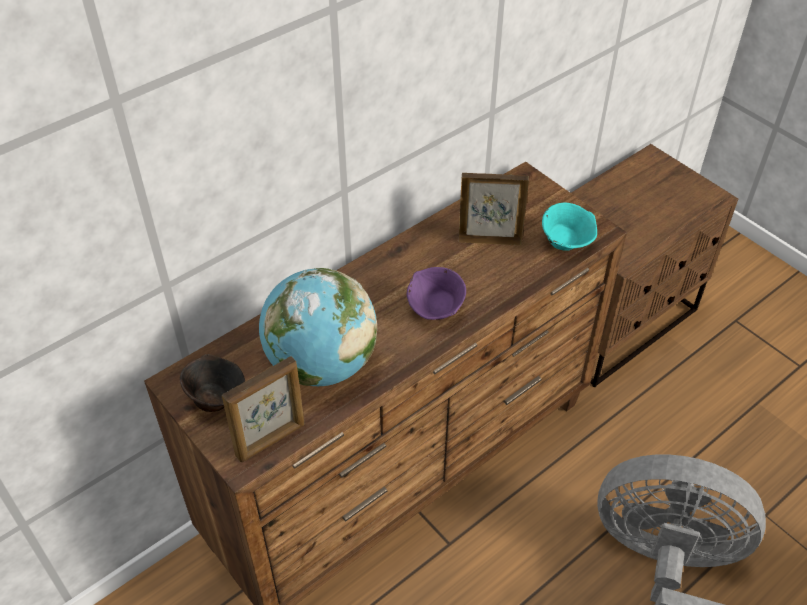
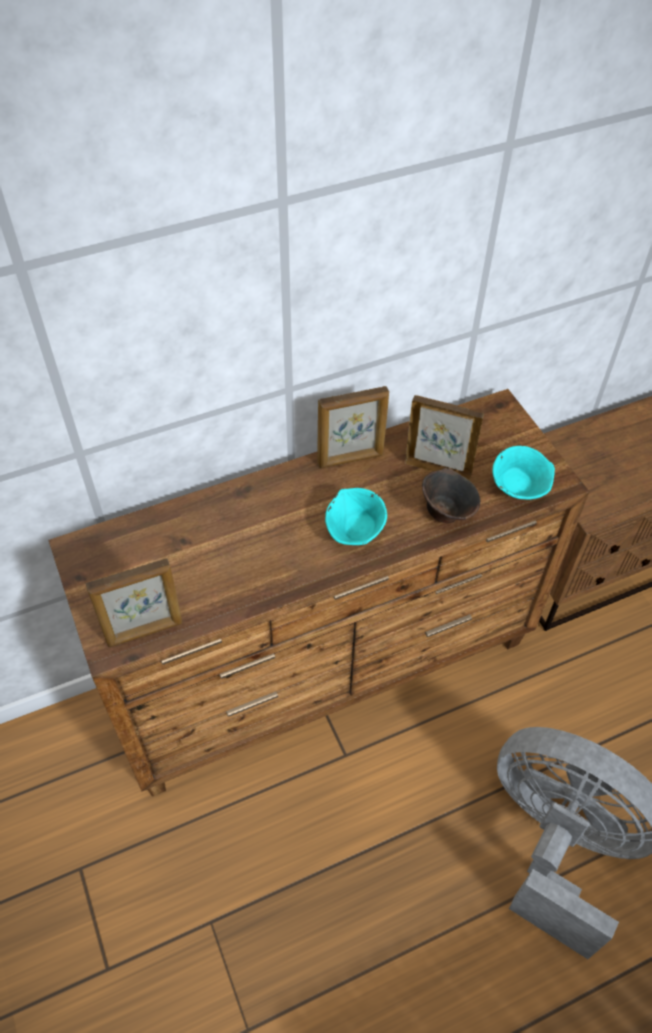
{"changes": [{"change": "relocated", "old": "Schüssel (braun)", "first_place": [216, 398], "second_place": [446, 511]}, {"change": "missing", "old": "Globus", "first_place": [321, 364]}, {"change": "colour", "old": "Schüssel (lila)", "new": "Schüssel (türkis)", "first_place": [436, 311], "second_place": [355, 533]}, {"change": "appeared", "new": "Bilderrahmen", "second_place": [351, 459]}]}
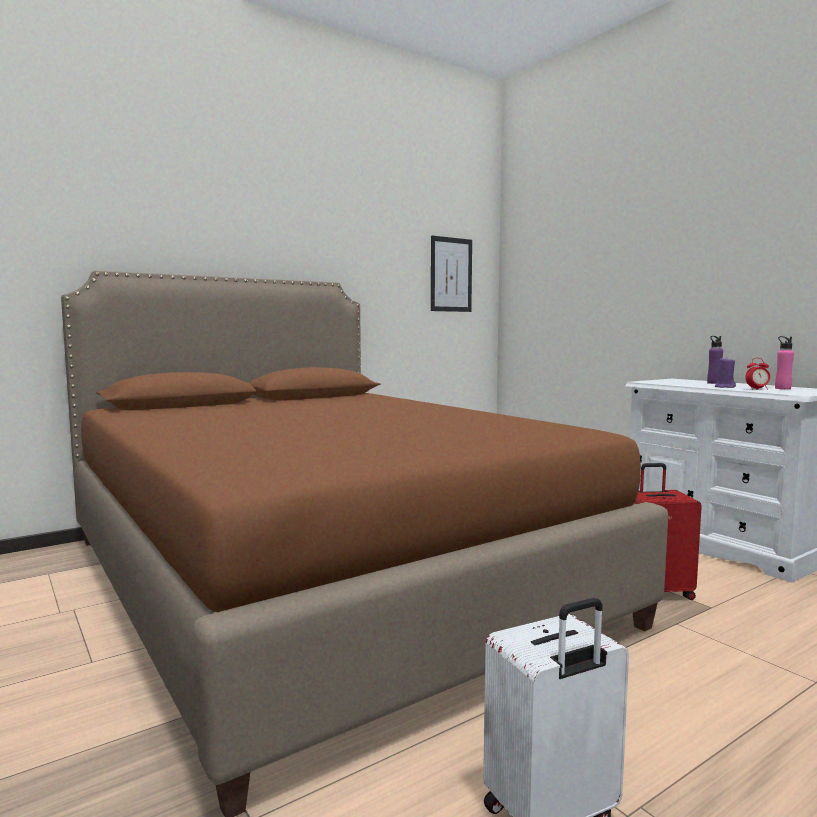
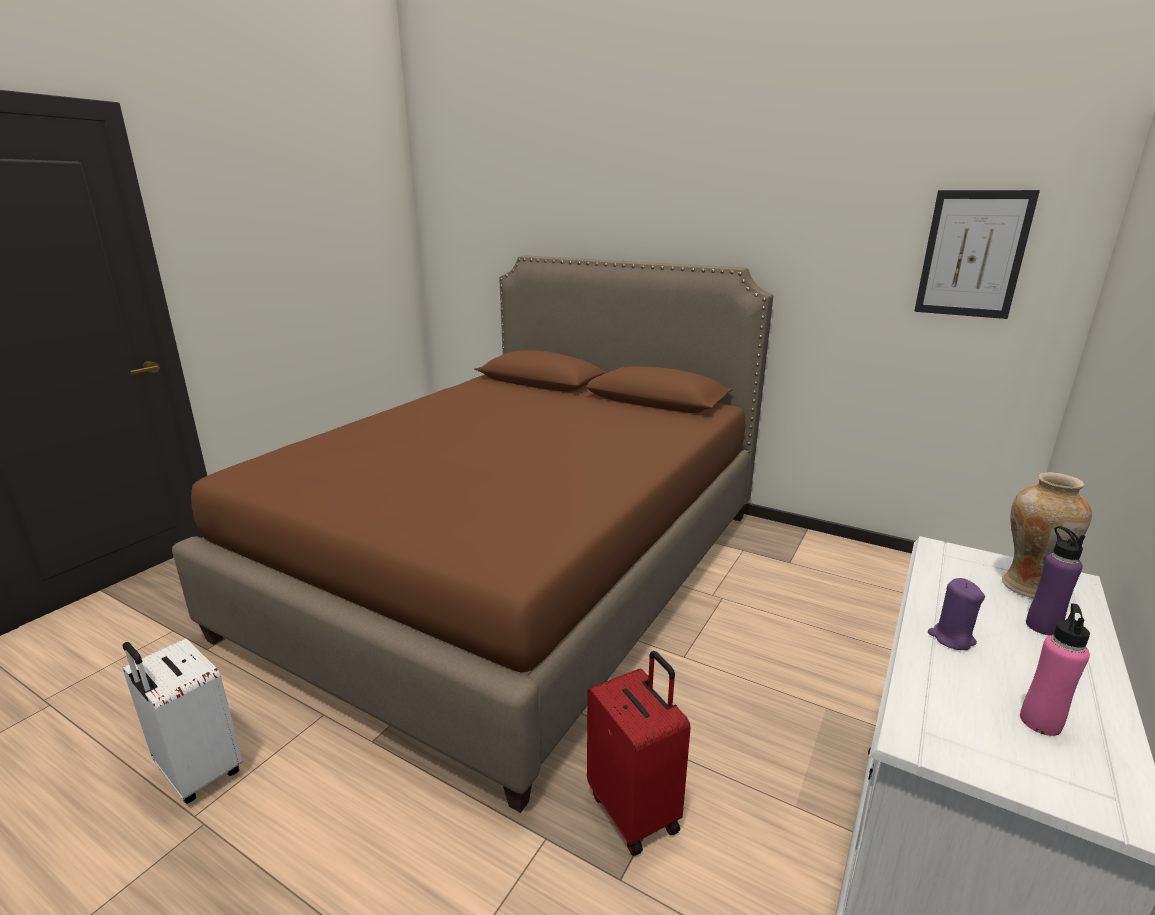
{"changes": [{"change": "missing", "old": "Wecker", "first_place": [757, 389]}, {"change": "appeared", "new": "Vase", "second_place": [1028, 586]}]}
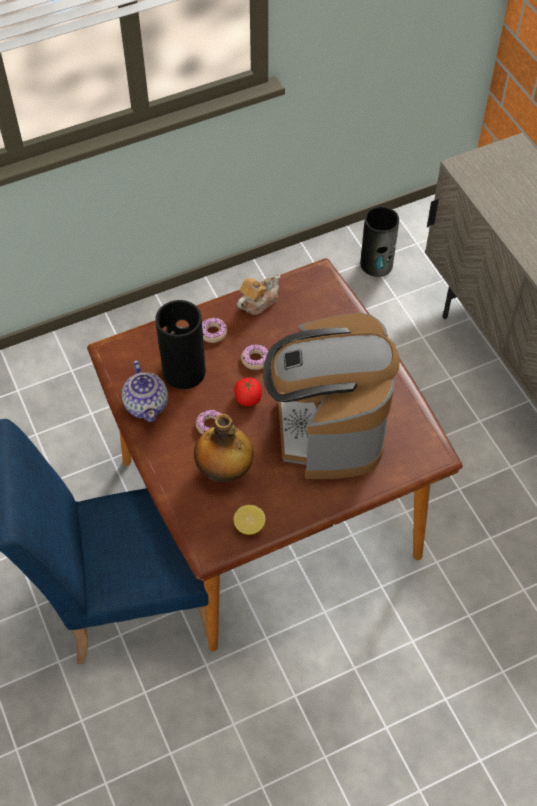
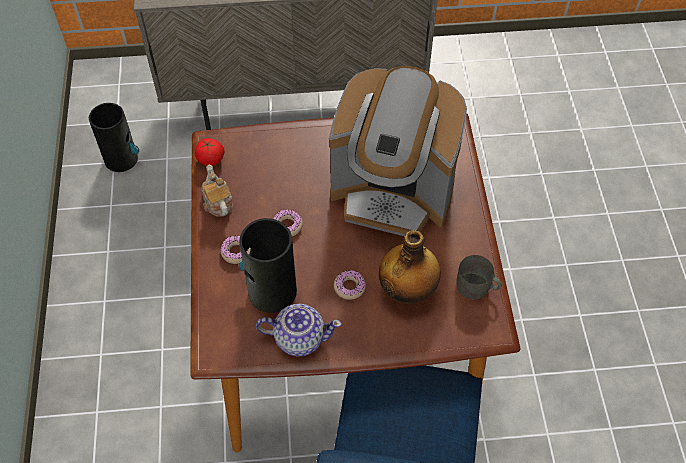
{"changes": [{"change": "relocated", "old": "Tomate", "first_place": [248, 398], "second_place": [210, 159]}, {"change": "exchanged", "old": "Zitrone", "new": "Henkelbecher (grau)", "first_place": [249, 526], "second_place": [477, 288]}]}
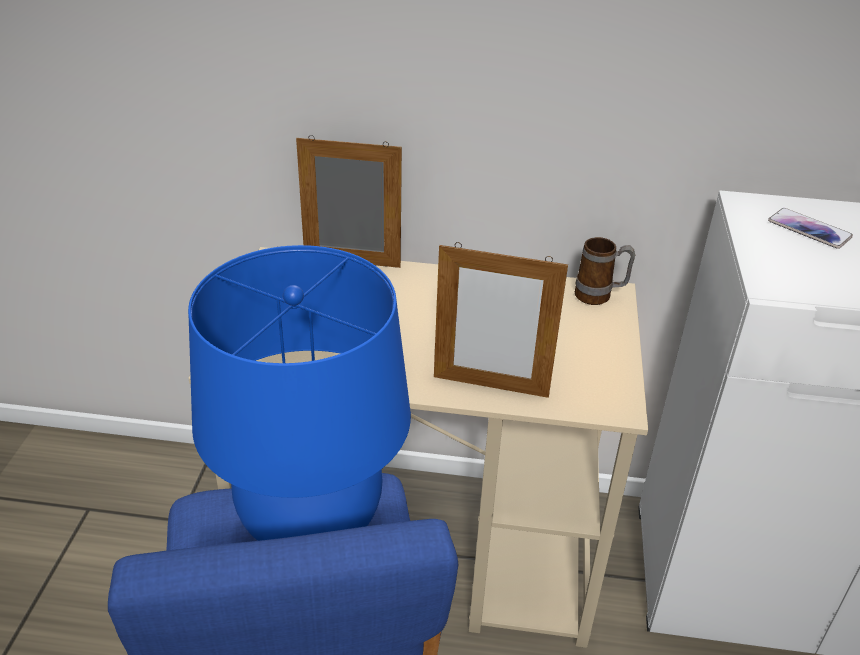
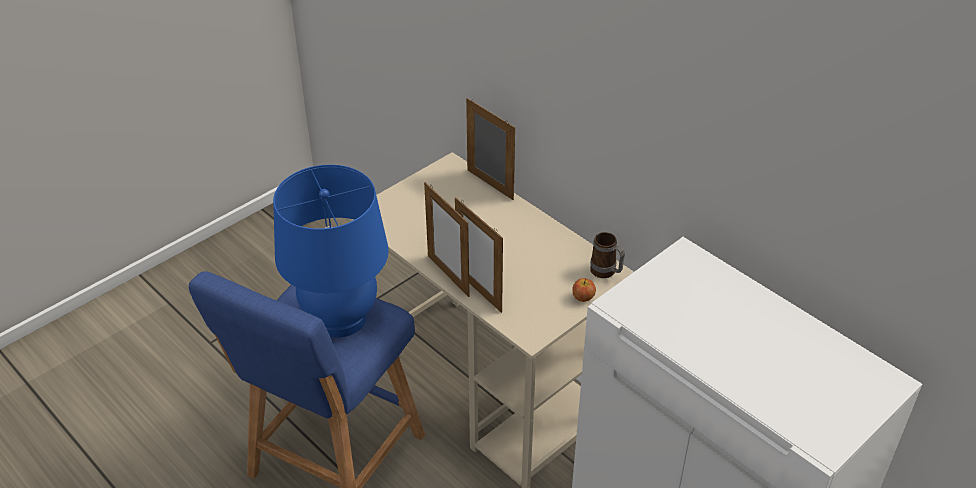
{"changes": [{"change": "missing", "old": "Handy", "first_place": [809, 229]}, {"change": "appeared", "new": "Bilderrahmen", "second_place": [448, 275]}, {"change": "appeared", "new": "Apfel", "second_place": [583, 297]}]}
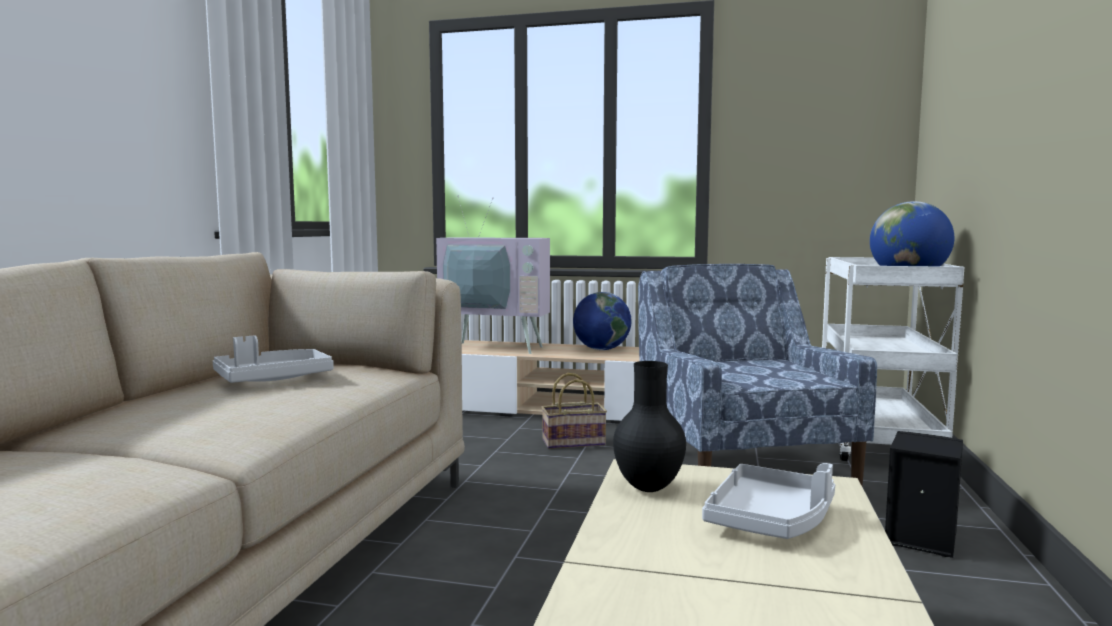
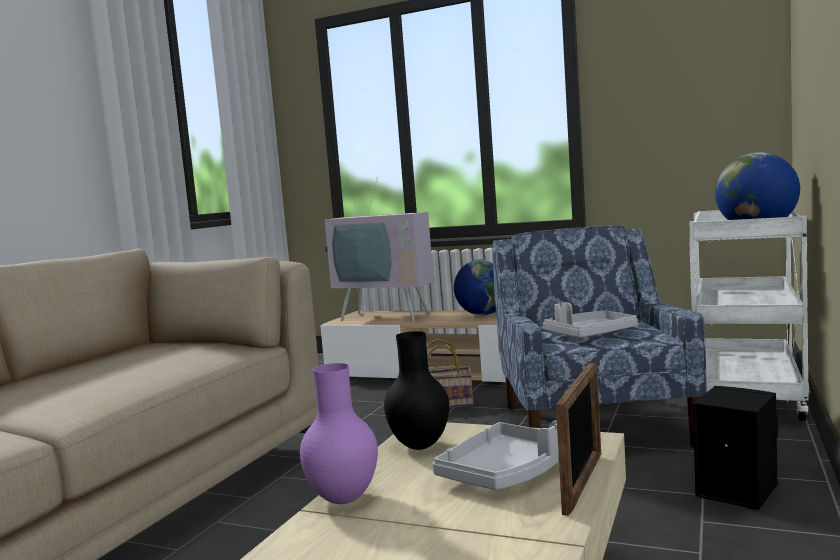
{"changes": [{"change": "relocated", "old": "Tablett (grau)", "first_place": [272, 379], "second_place": [589, 335]}, {"change": "appeared", "new": "Vase (lila)", "second_place": [344, 499]}, {"change": "appeared", "new": "Bilderrahmen", "second_place": [583, 482]}]}
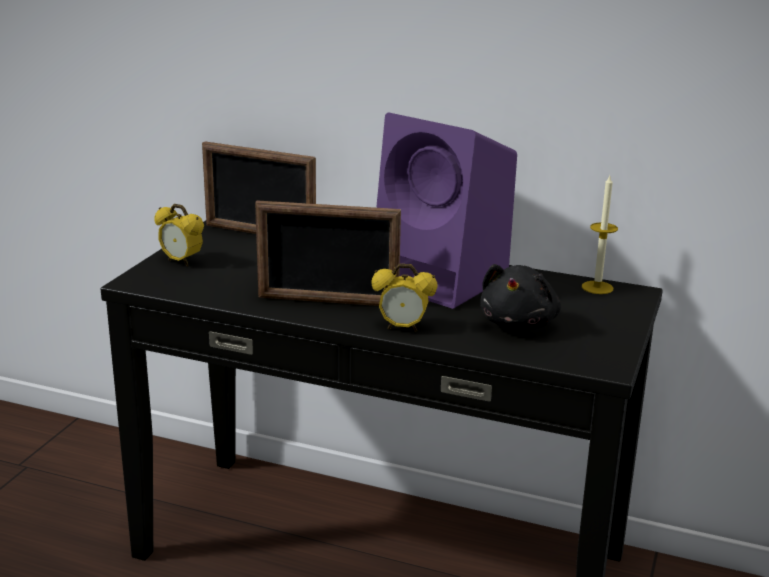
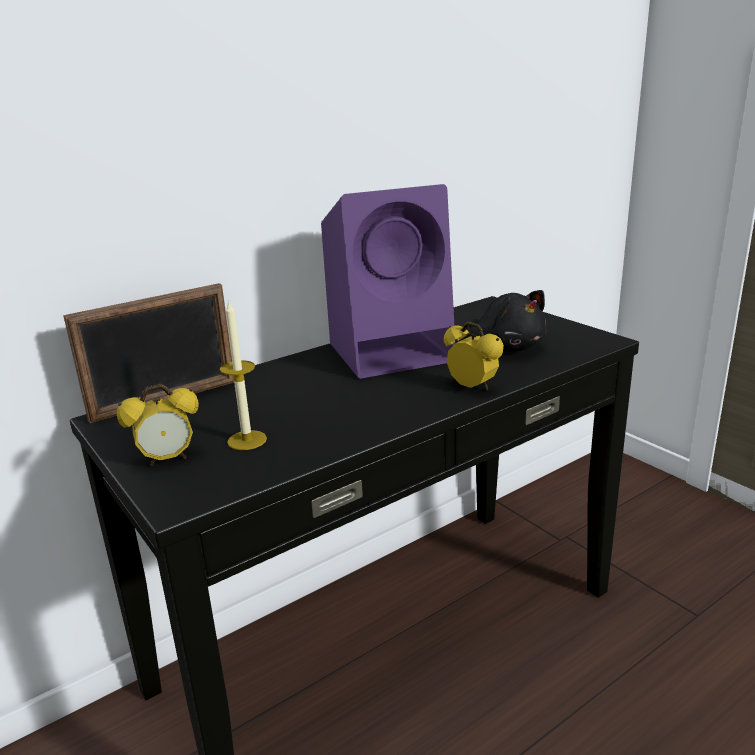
{"changes": [{"change": "missing", "old": "Bilderrahmen", "first_place": [327, 301]}, {"change": "spun", "old": "Wecker", "first_place": [403, 328], "second_place": [472, 388], "degrees": -90}, {"change": "relocated", "old": "Kerze", "first_place": [597, 287], "second_place": [247, 440]}]}
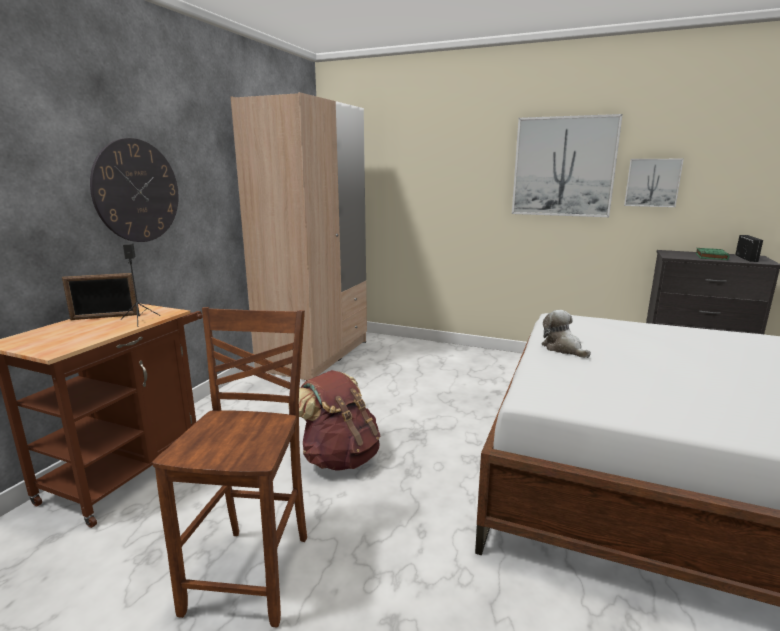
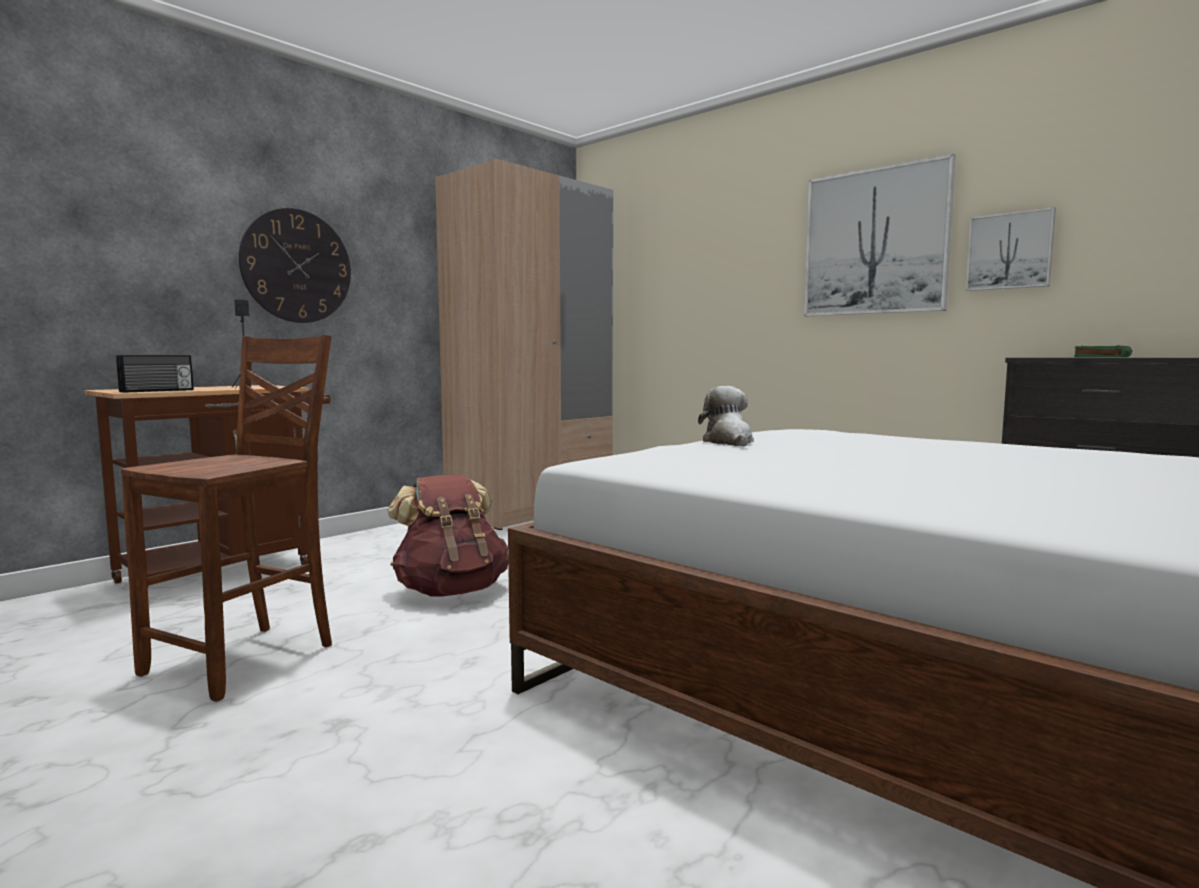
{"changes": [{"change": "missing", "old": "Bilderrahmen", "first_place": [105, 317]}, {"change": "relocated", "old": "Radio", "first_place": [747, 258], "second_place": [158, 391]}]}
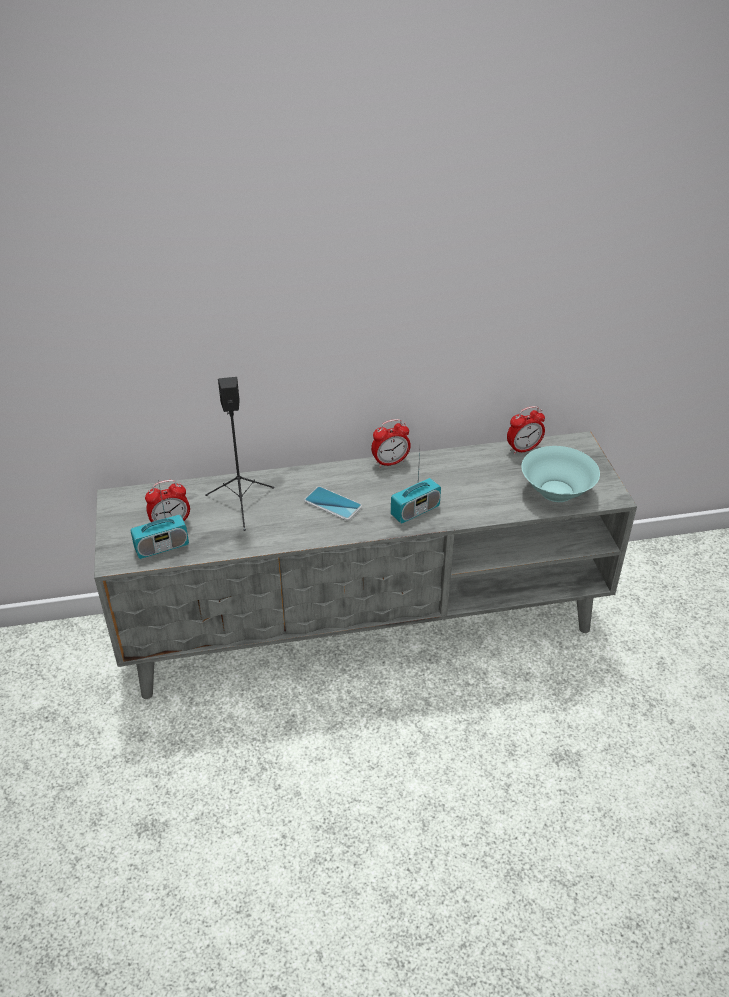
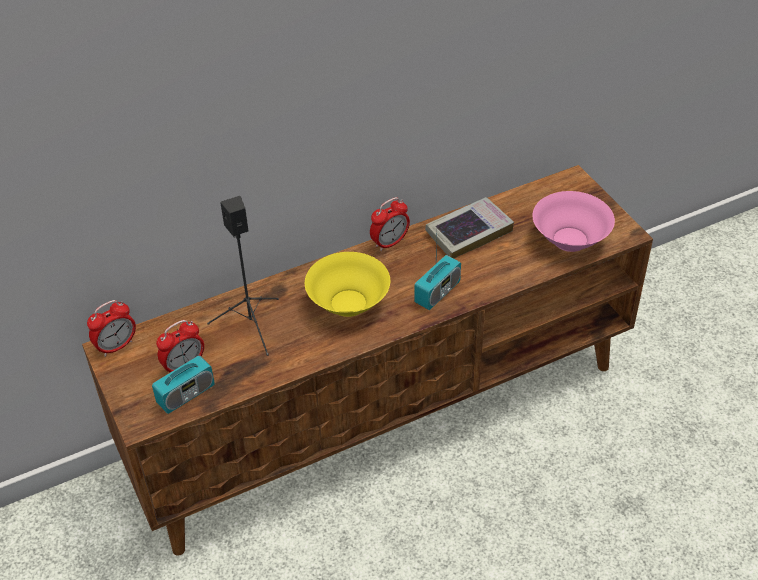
{"changes": [{"change": "colour", "old": "Fernsehschrank (grau)", "new": "Fernsehschrank (braun)", "first_place": [366, 625], "second_place": [383, 415]}, {"change": "exchanged", "old": "Handy", "new": "Schüssel (gelb)", "first_place": [332, 504], "second_place": [349, 304]}, {"change": "relocated", "old": "Wecker", "first_place": [523, 449], "second_place": [116, 346]}, {"change": "colour", "old": "Schüssel (türkis)", "new": "Schüssel (rosa)", "first_place": [556, 491], "second_place": [569, 239]}, {"change": "appeared", "new": "Buch", "second_place": [469, 232]}]}
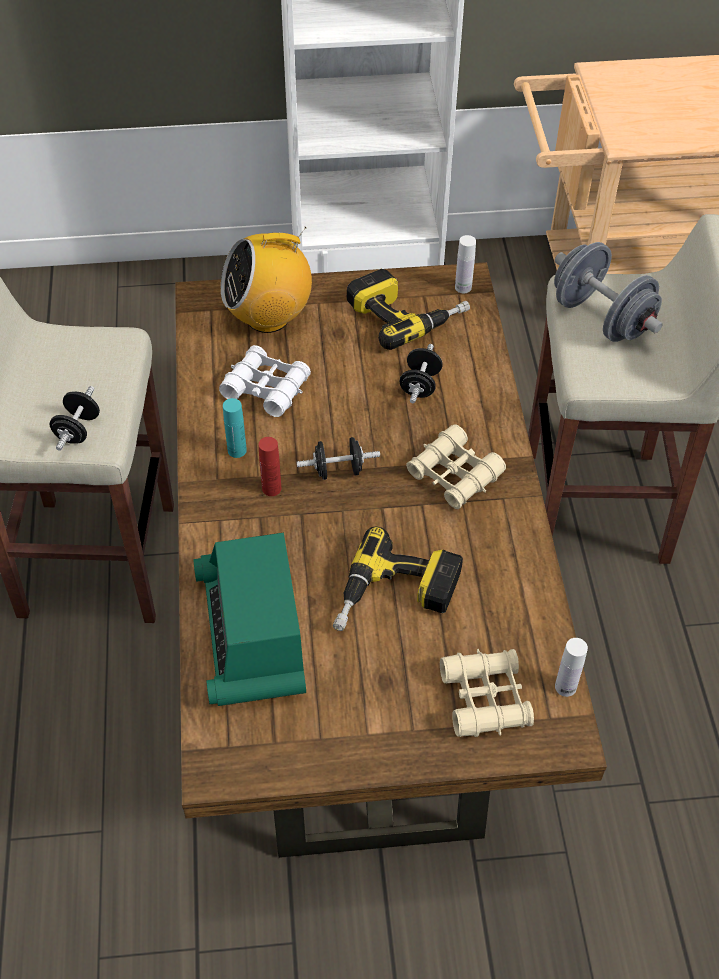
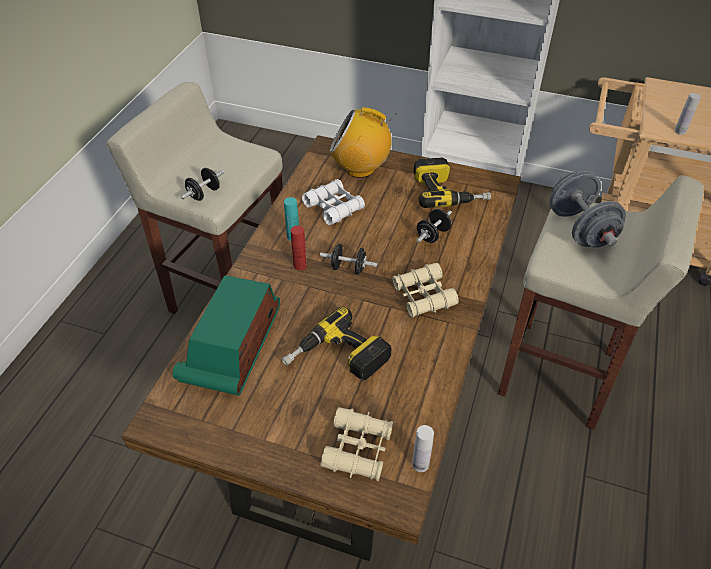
{"changes": [{"change": "relocated", "old": "Flasche (weiß)", "first_place": [463, 287], "second_place": [680, 131]}]}
